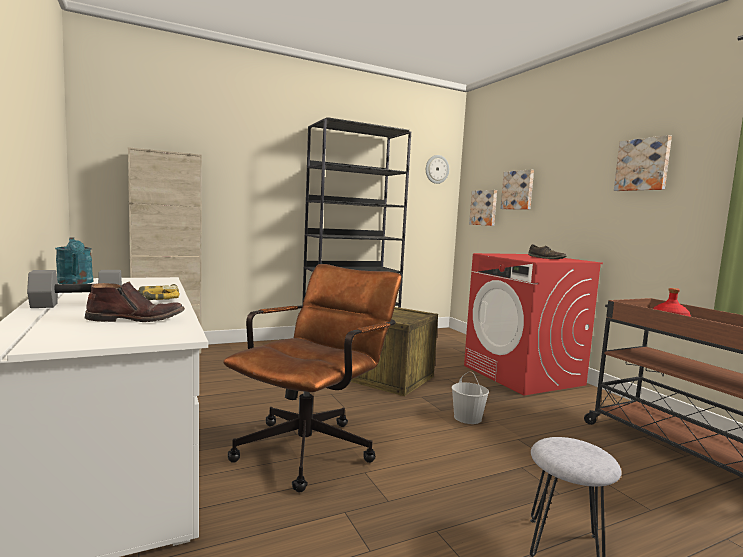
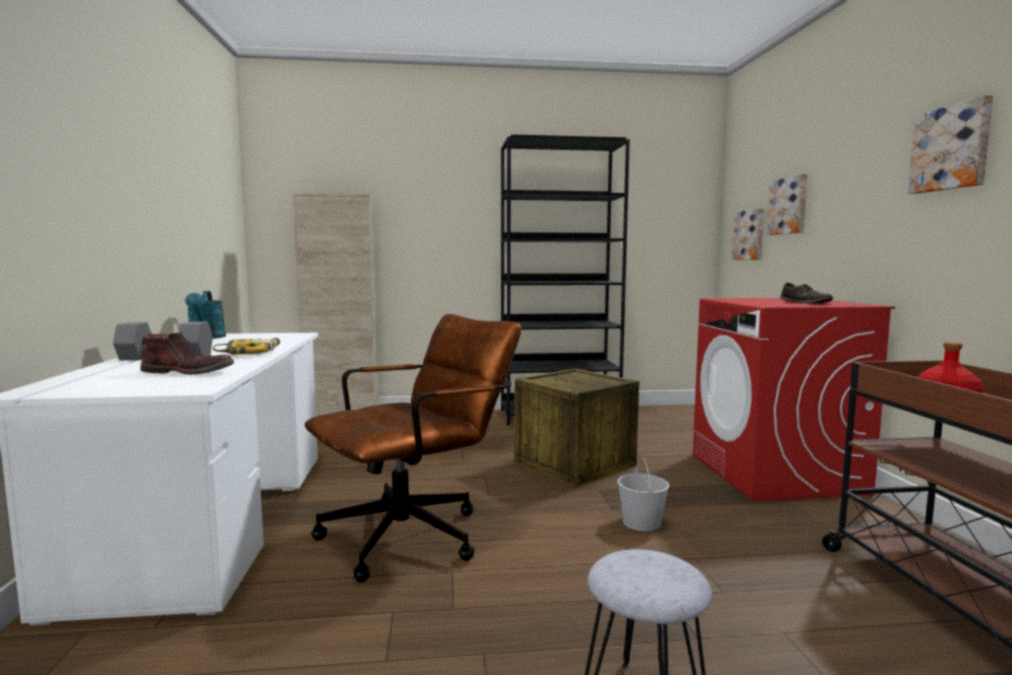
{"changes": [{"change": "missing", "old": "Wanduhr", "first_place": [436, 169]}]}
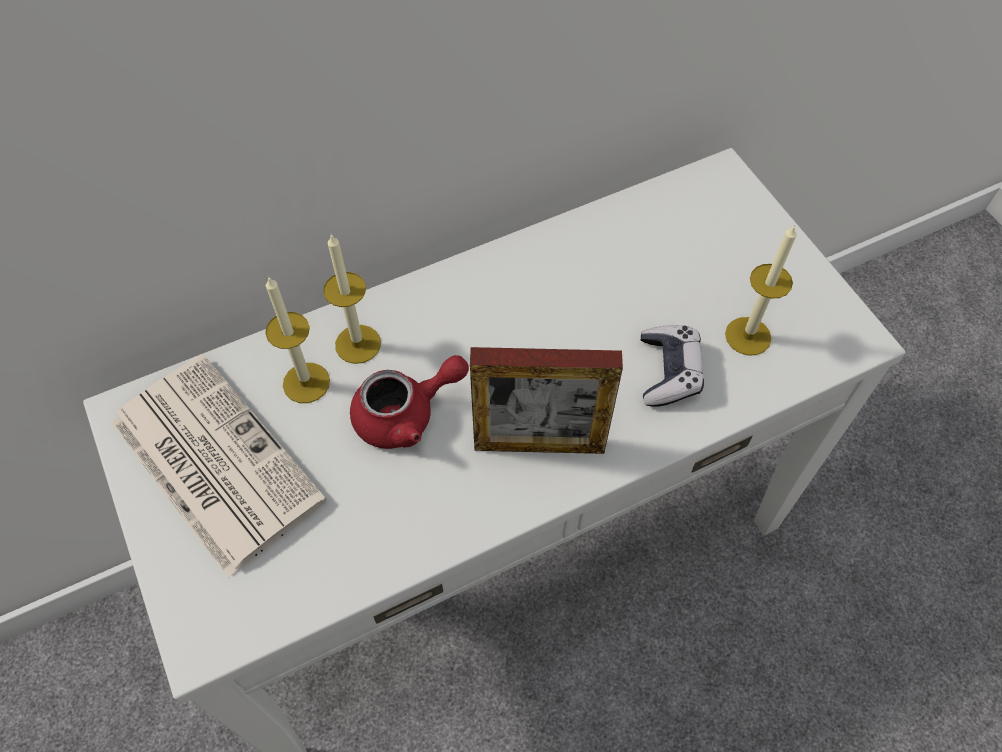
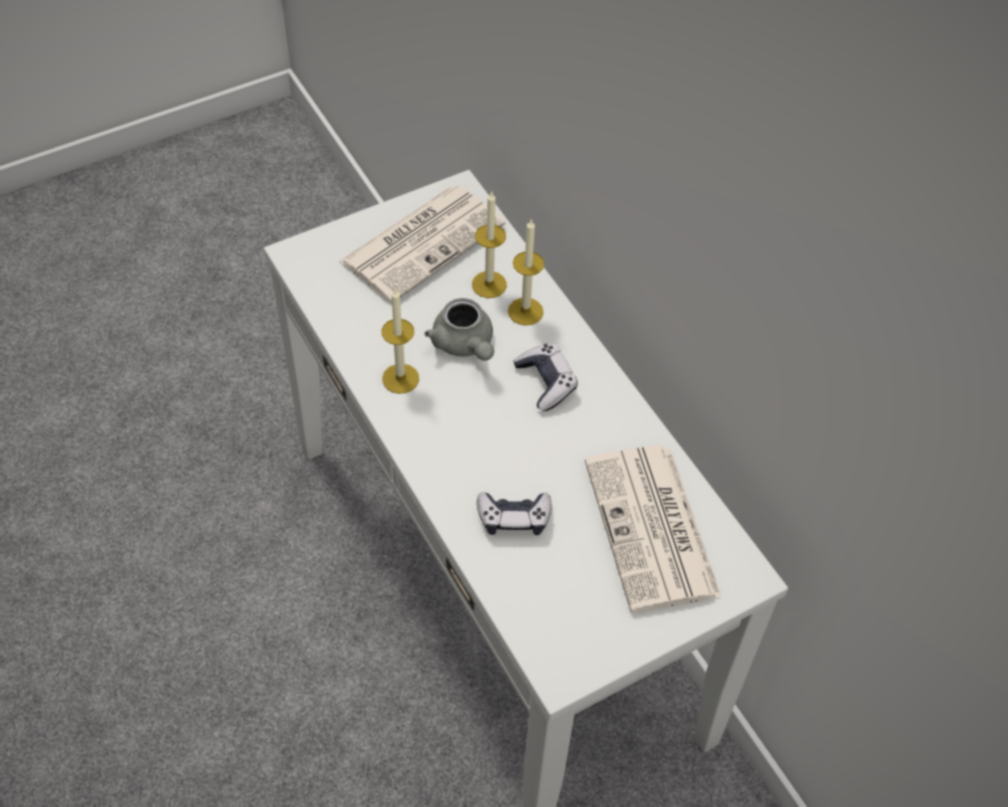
{"changes": [{"change": "colour", "old": "Teekanne (rot)", "new": "Teekanne (grau)", "first_place": [406, 414], "second_place": [464, 345]}, {"change": "missing", "old": "Bilderrahmen", "first_place": [539, 444]}, {"change": "relocated", "old": "Kerze", "first_place": [748, 336], "second_place": [400, 378]}, {"change": "appeared", "new": "Gamepad", "second_place": [546, 382]}, {"change": "appeared", "new": "Zeitung", "second_place": [653, 530]}]}
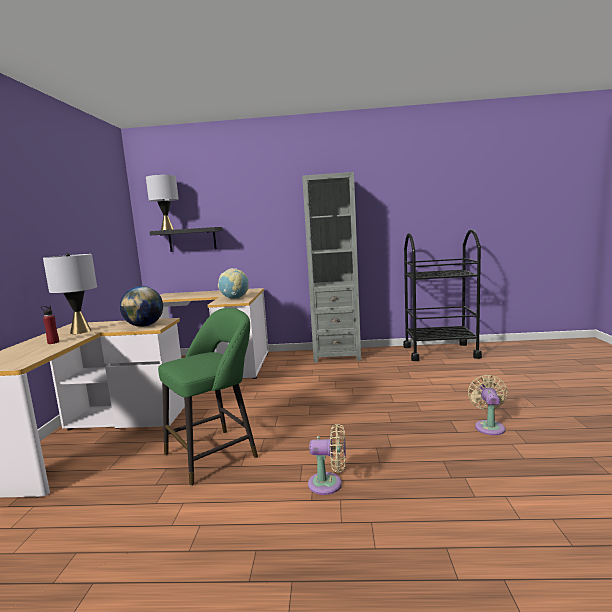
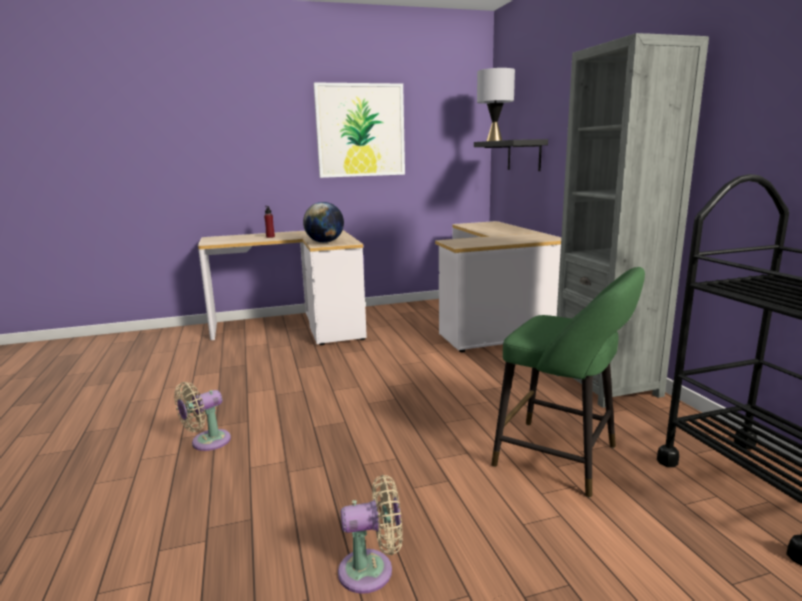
{"changes": [{"change": "missing", "old": "Tischlampe (grau)", "first_place": [80, 331]}, {"change": "relocated", "old": "Hocker (grün)", "first_place": [215, 453], "second_place": [563, 458]}, {"change": "missing", "old": "Globus", "first_place": [234, 298]}, {"change": "spun", "old": "Ventilator (beige)", "first_place": [329, 484], "second_place": [207, 442], "degrees": 60}, {"change": "appeared", "new": "Bild", "second_place": [360, 130]}]}
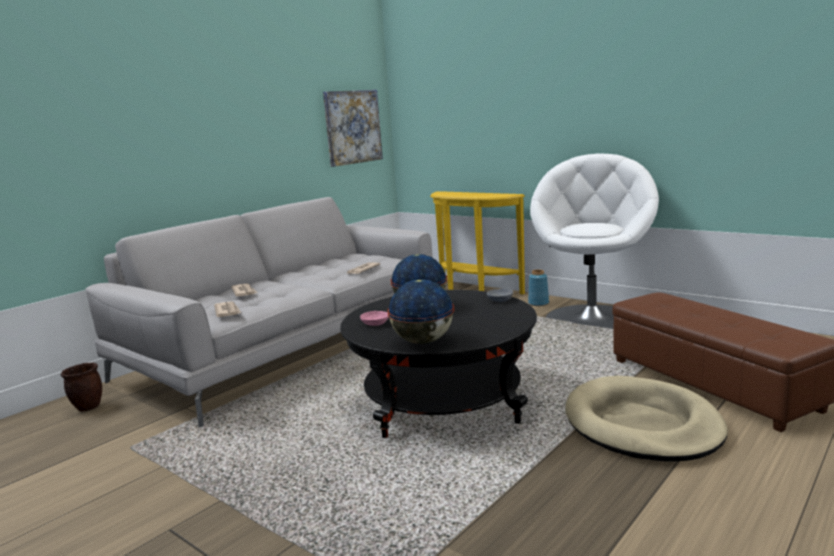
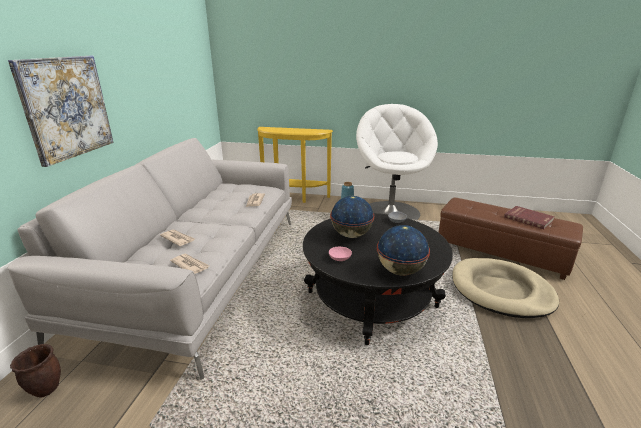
{"changes": [{"change": "relocated", "old": "Bild", "first_place": [352, 127], "second_place": [66, 107]}, {"change": "appeared", "new": "Buch (rot)", "second_place": [528, 218]}]}
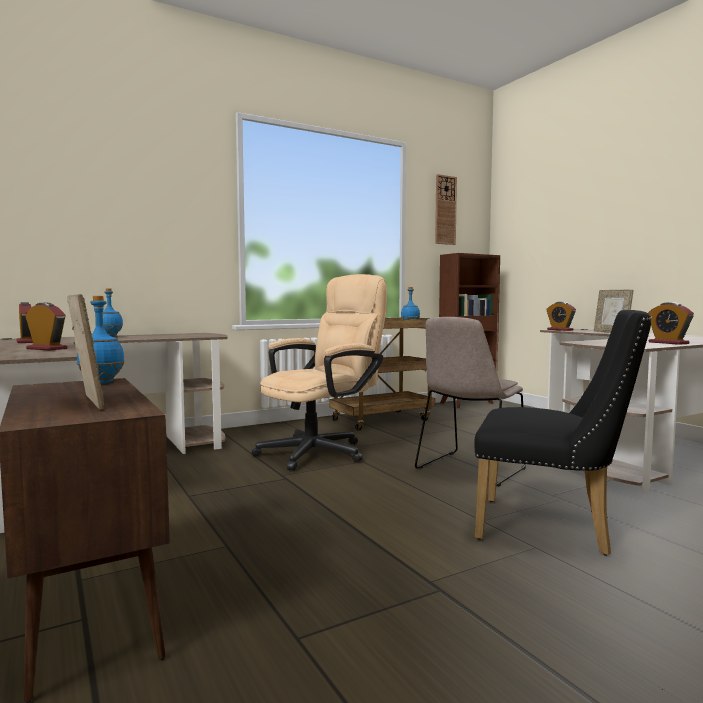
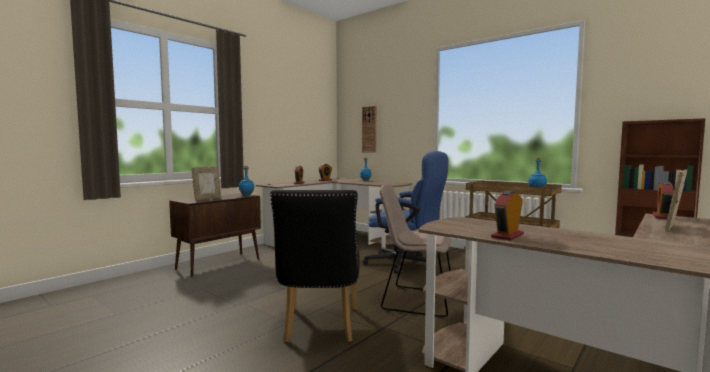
{"changes": [{"change": "colour", "old": "Bürostuhl (beige)", "new": "Bürostuhl (blau)", "first_place": [322, 451], "second_place": [405, 264]}, {"change": "relocated", "old": "Wanduhr", "first_place": [445, 210], "second_place": [369, 129]}]}
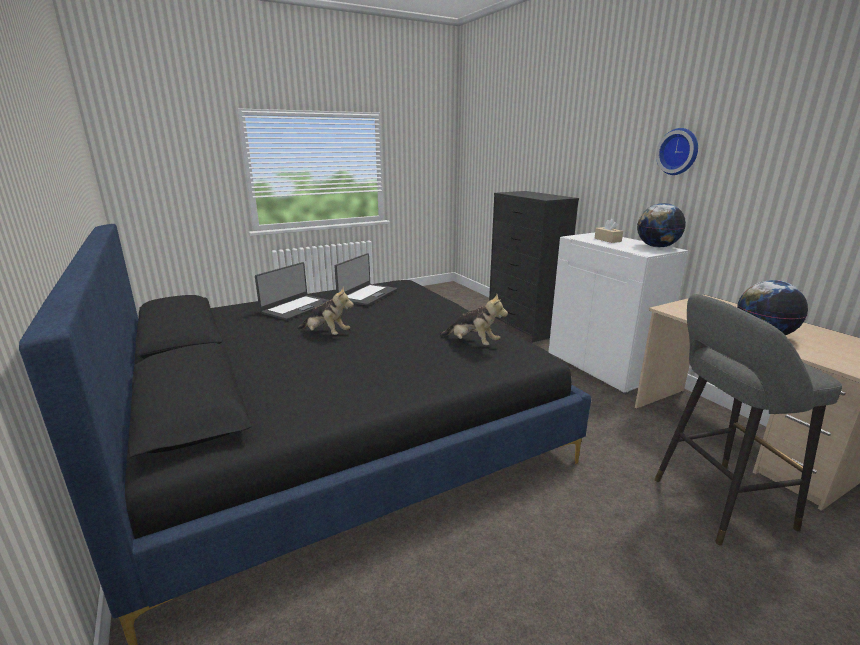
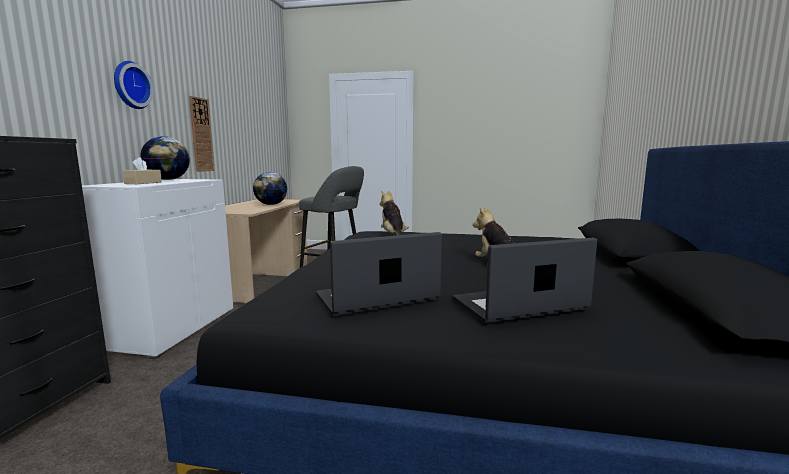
{"changes": [{"change": "appeared", "new": "Wanduhr", "second_place": [201, 135]}]}
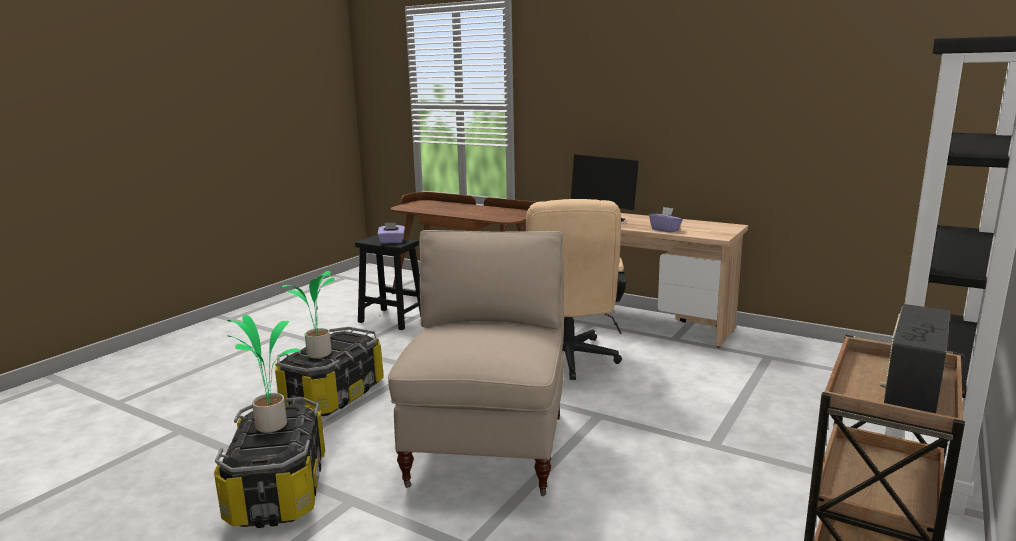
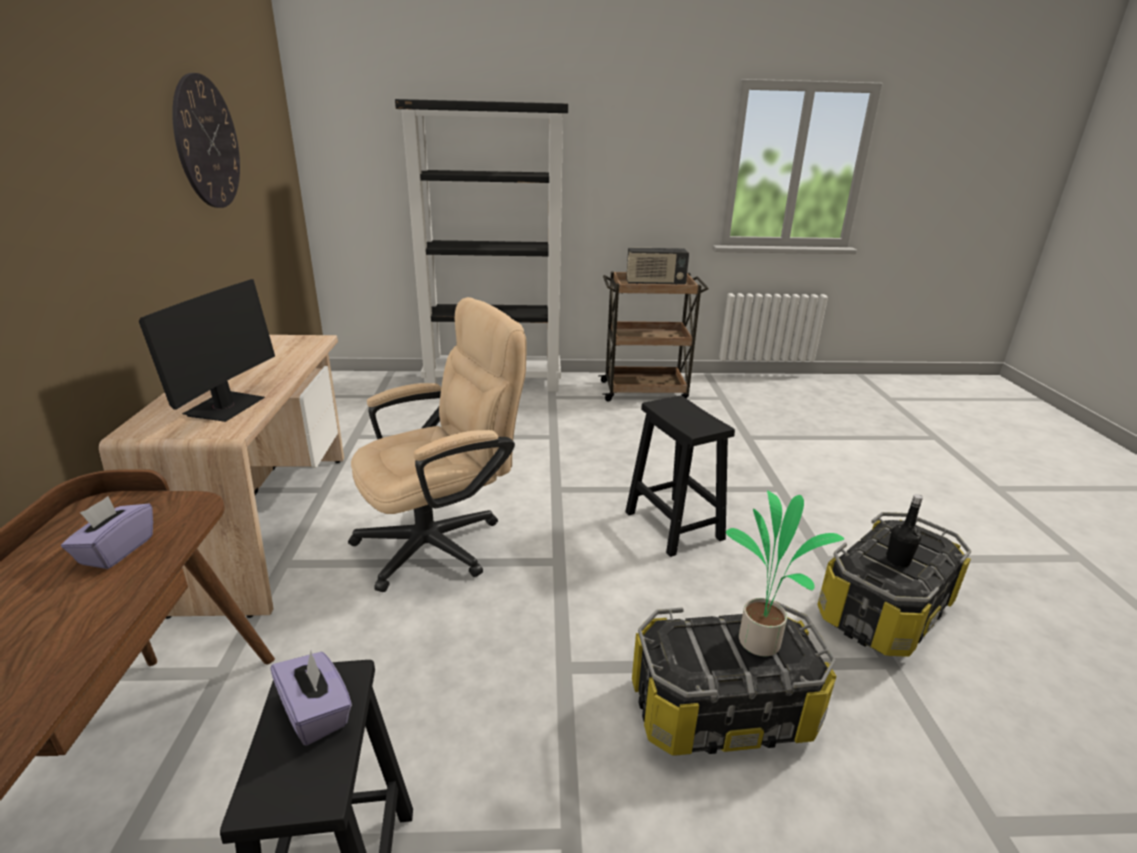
{"changes": [{"change": "exchanged", "old": "Topfpflanze", "new": "Flasche (schwarz)", "first_place": [271, 425], "second_place": [897, 561]}, {"change": "exchanged", "old": "Stuhl (beige)", "new": "Hocker (schwarz)", "first_place": [488, 448], "second_place": [672, 524]}, {"change": "relocated", "old": "Taschentuchbox (lila)", "first_place": [665, 230], "second_place": [116, 550]}, {"change": "appeared", "new": "Wanduhr", "second_place": [207, 142]}]}
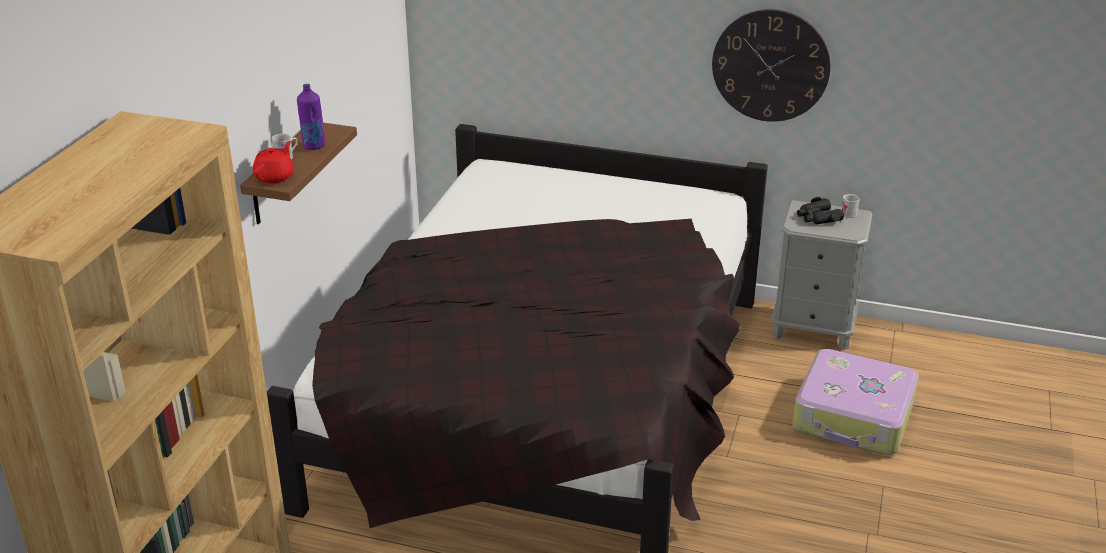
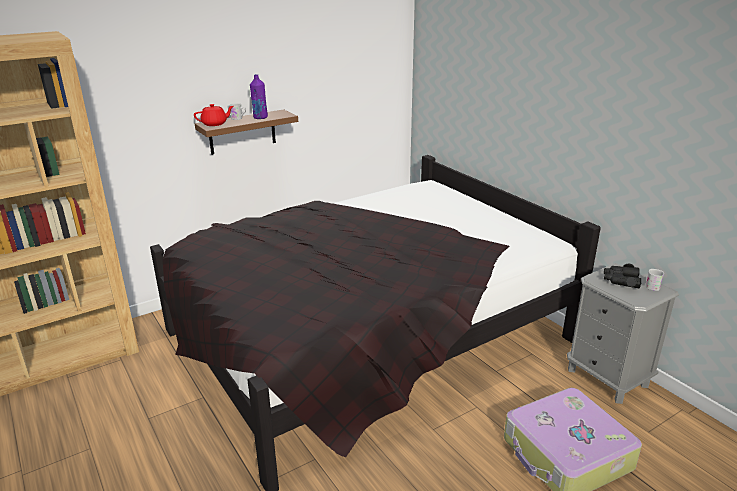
{"changes": [{"change": "missing", "old": "Wanduhr", "first_place": [770, 65]}]}
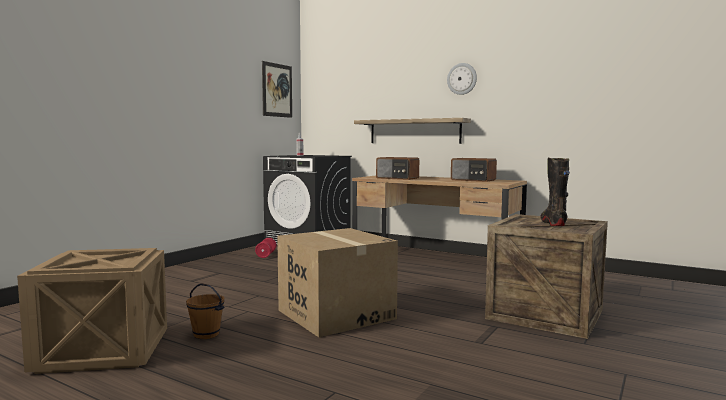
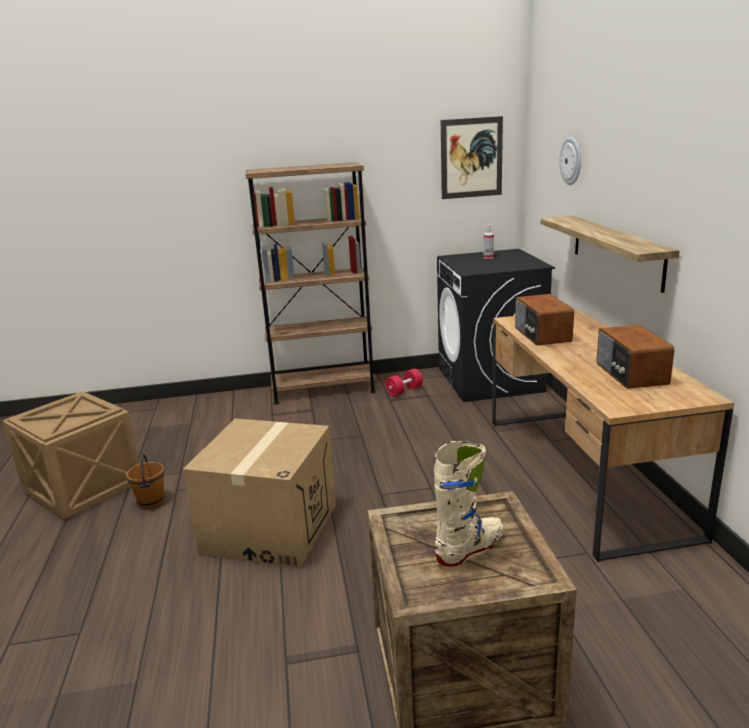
{"changes": [{"change": "relocated", "old": "Wanduhr", "first_place": [462, 79], "second_place": [571, 161]}, {"change": "colour", "old": "Stiefel (schwarz)", "new": "Stiefel (beige)", "first_place": [553, 223], "second_place": [470, 548]}, {"change": "appeared", "new": "Bücherregal (braun)", "second_place": [323, 389]}]}
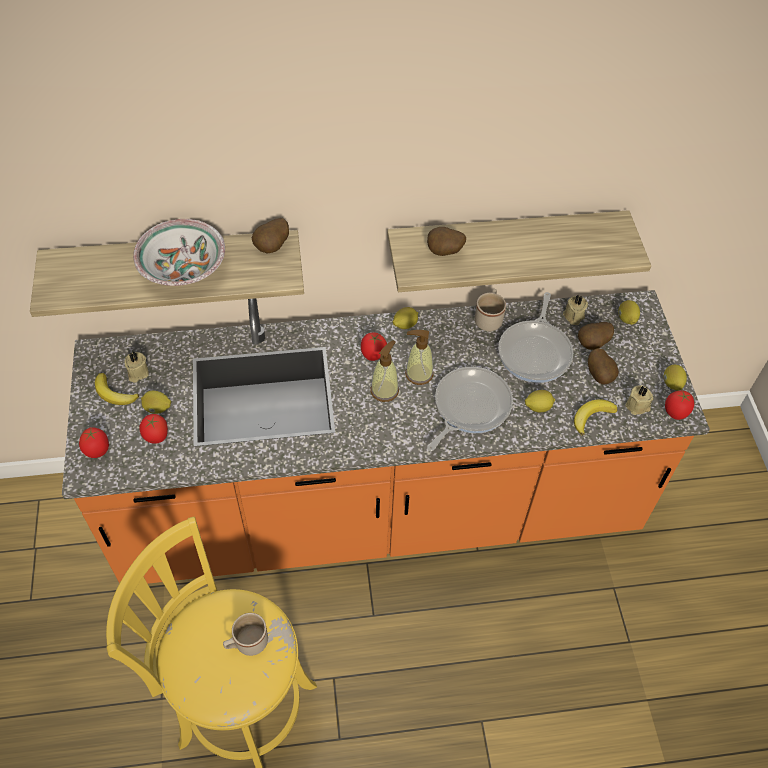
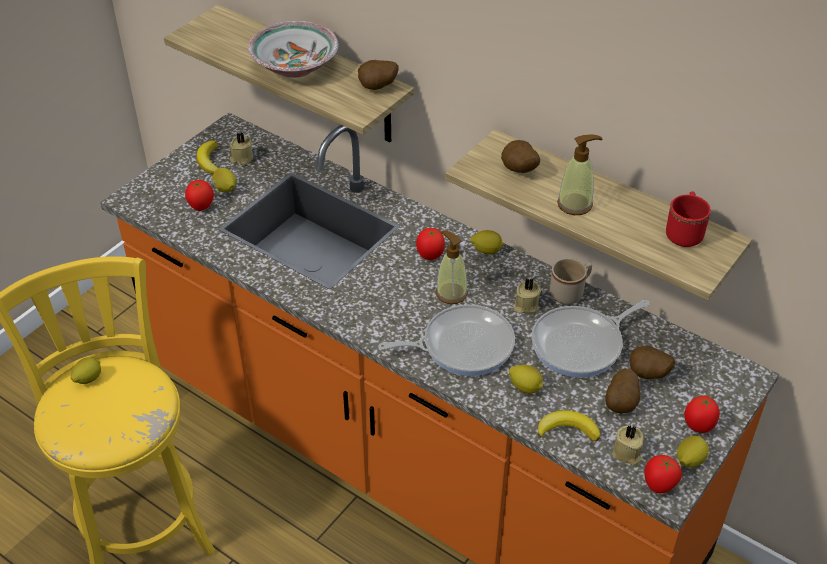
{"changes": [{"change": "relocated", "old": "Tomate", "first_place": [98, 451], "second_place": [698, 426]}, {"change": "missing", "old": "Henkelbecher (beige)", "first_place": [247, 643]}, {"change": "relocated", "old": "Seifenspender", "first_place": [384, 390], "second_place": [575, 204]}, {"change": "relocated", "old": "Kerze (beige)", "first_place": [573, 316], "second_place": [525, 305]}, {"change": "relocated", "old": "Zitrone", "first_place": [626, 319], "second_place": [88, 379]}, {"change": "appeared", "new": "Henkelbecher (rot)", "second_place": [684, 232]}]}
